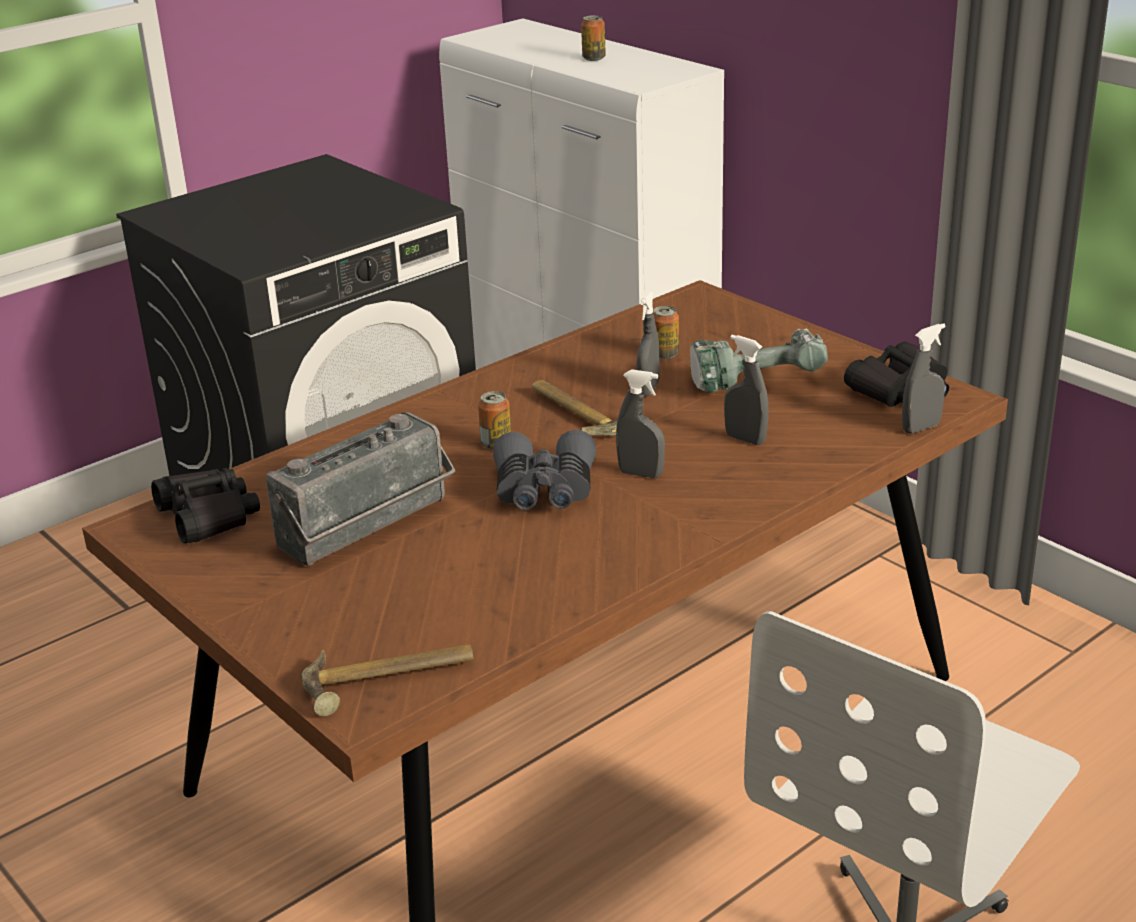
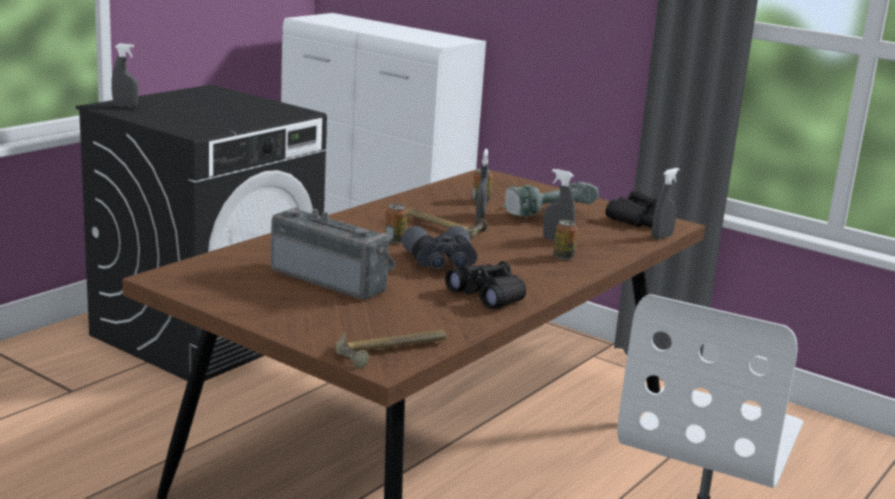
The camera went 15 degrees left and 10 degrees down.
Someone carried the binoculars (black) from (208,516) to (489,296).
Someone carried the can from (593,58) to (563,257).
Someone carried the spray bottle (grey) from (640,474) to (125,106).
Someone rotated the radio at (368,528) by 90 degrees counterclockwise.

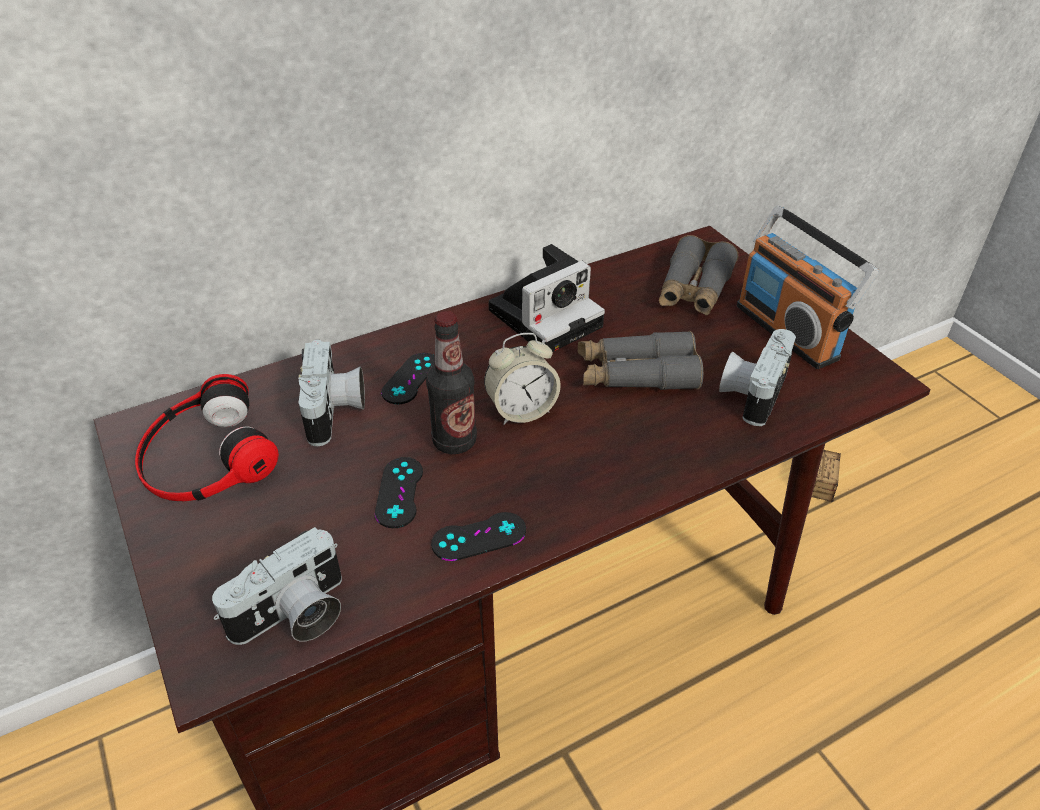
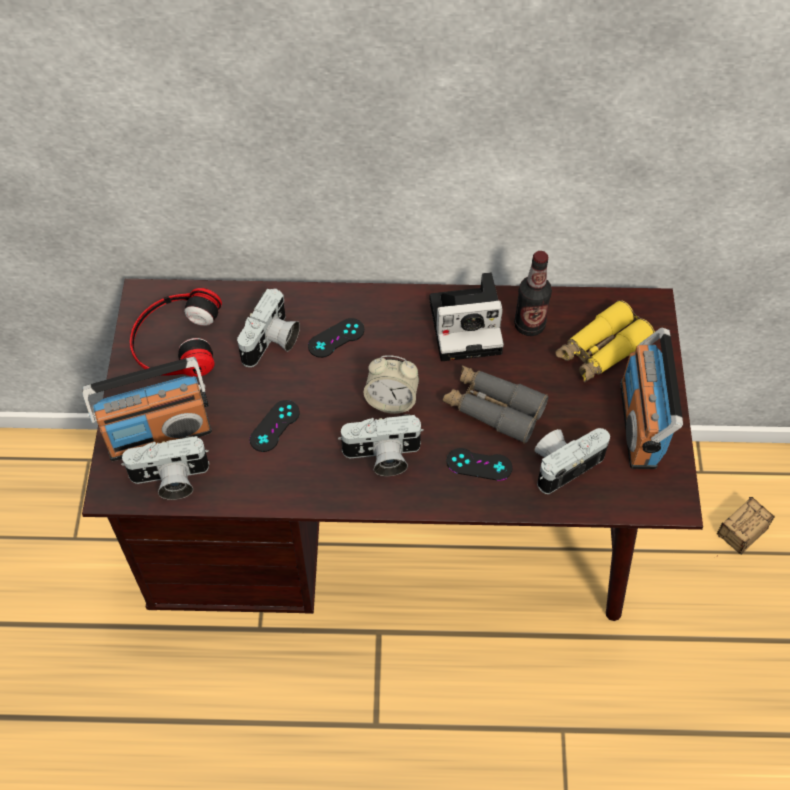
The camera went 30 degrees right and 15 degrees up.
Someone put down the radio at (158,435).
Someone put down the photo camera at (382,457).
Someone carried the bottle from (454,441) to (529,325).
Someone carried the game controller (black) from (479,537) to (479,464).
Someone repainted the binoculars (grey) at (694,289), which became the binoculars (yellow) at (601,350).

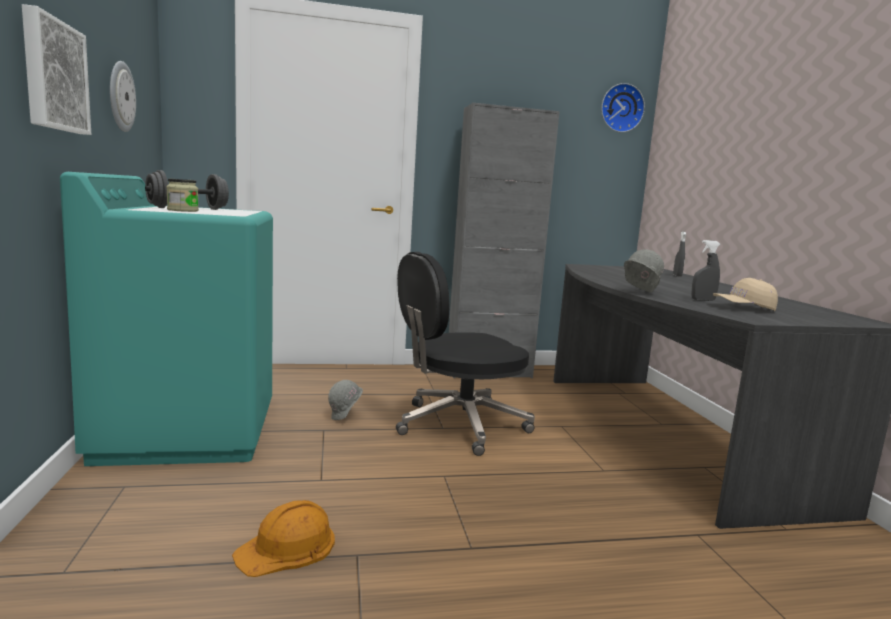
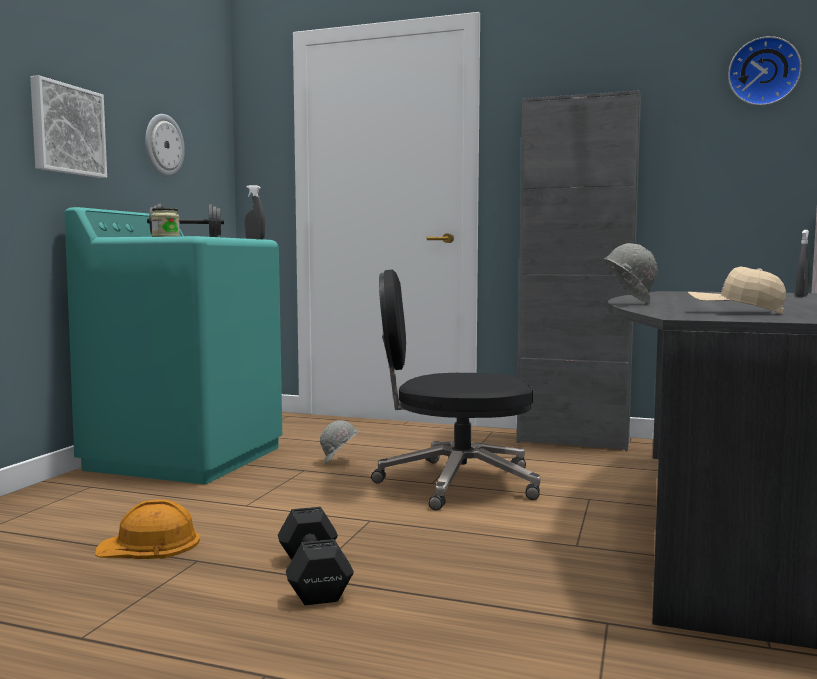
The camera went 30 degrees right and 5 degrees down.
Someone put down the dumbbell (black) at (312,579).
Someone carried the spray bottle (grey) from (702,300) to (255,239).

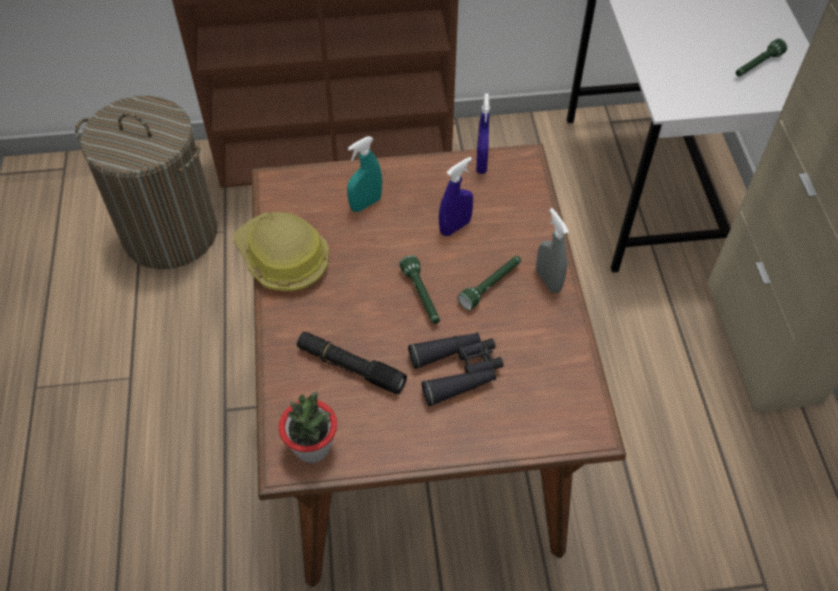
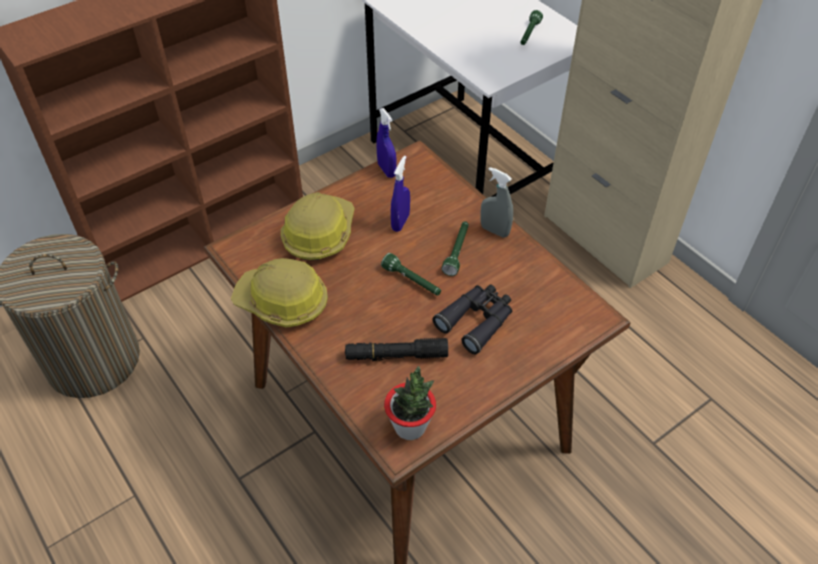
The camera went 30 degrees left and 5 degrees down.
Someone swapped the spray bottle (turquoise) at (365,204) for the hard hat at (319,234).

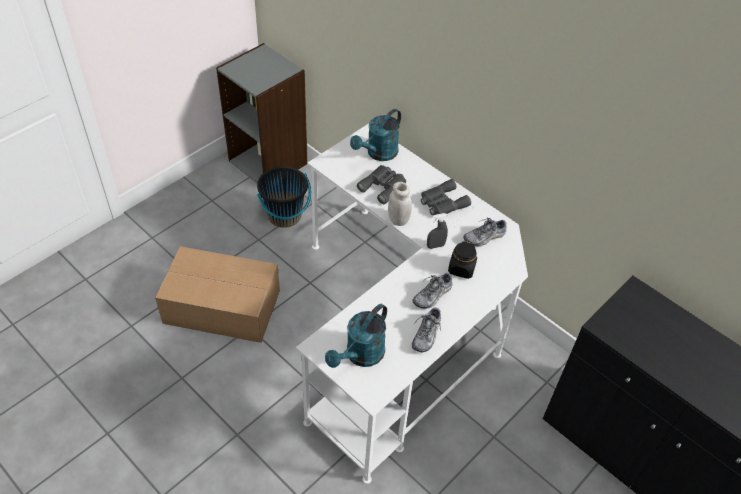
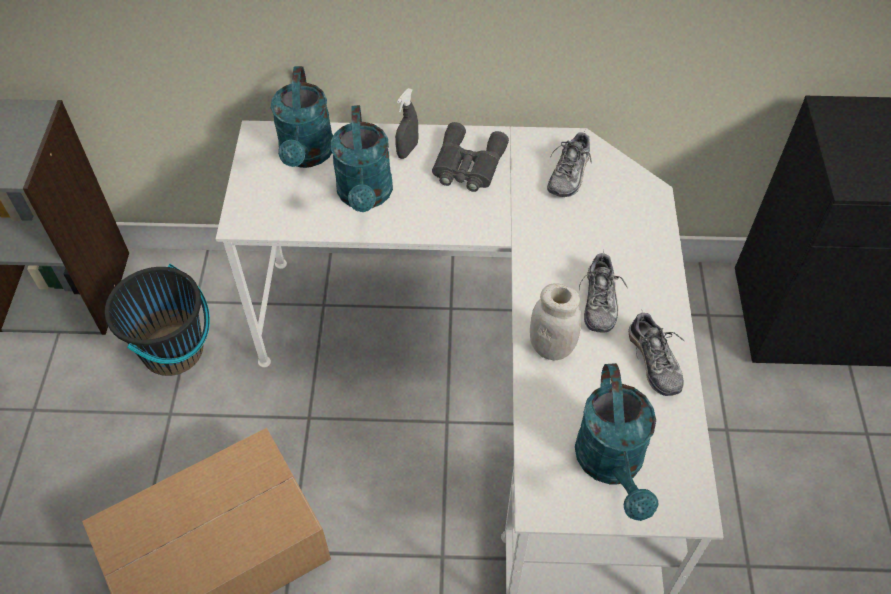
The camera went 40 degrees left and 5 degrees up.
Someone took away the jar (black) at (461,269).
Someone carried the jar (white) from (398,220) to (551,347).
Someone carried the spray bottle (grey) from (435,246) to (407,150).
Someone swapped the binoculars (grey) at (383,186) for the watering can (turquoise) at (365,196).

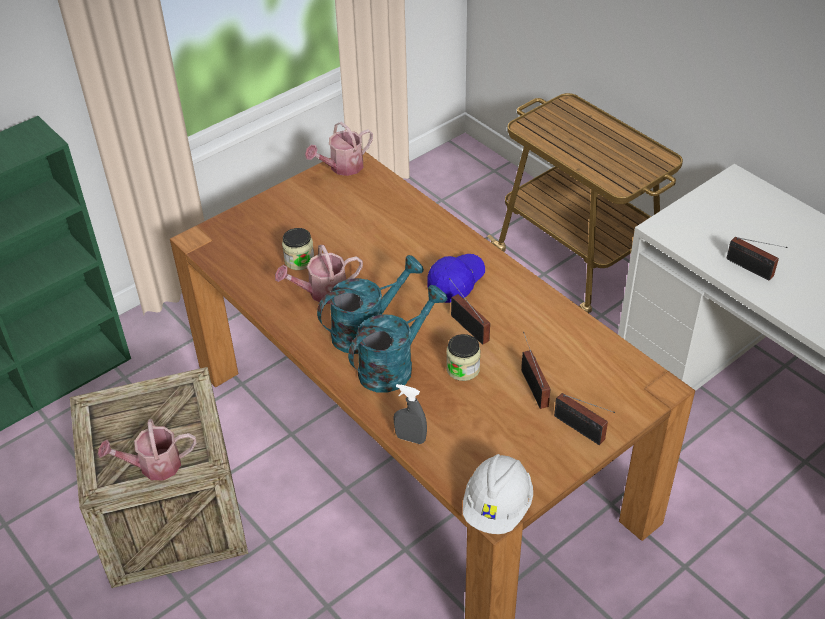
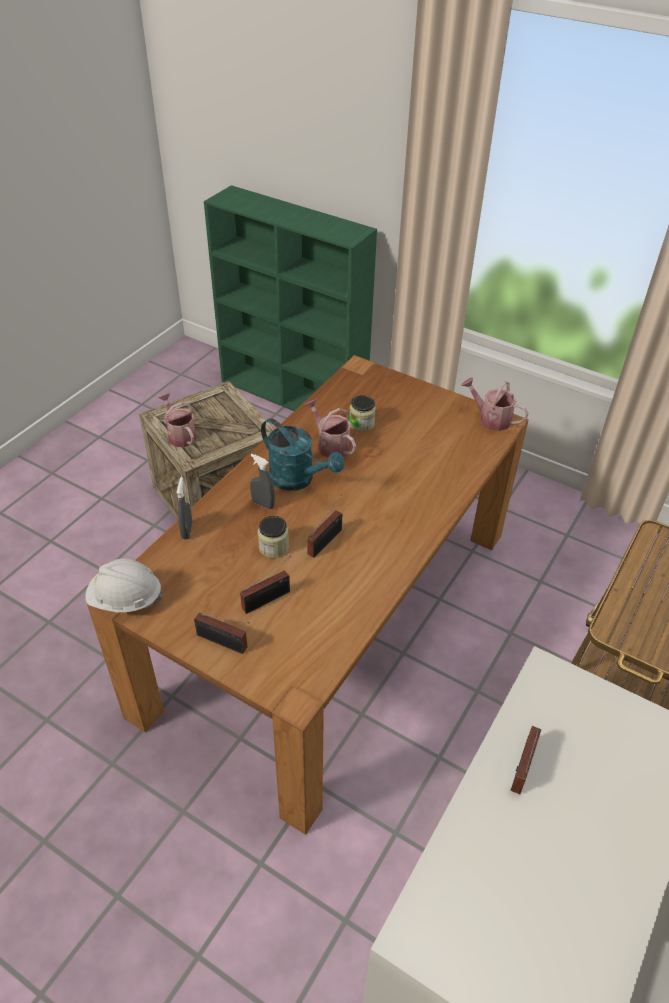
The camera went 70 degrees right and 0 degrees up.
Someone took away the cap (blue) at (456,283).
Someone swapped the watering can (turquoise) at (393,366) for the spray bottle (grey) at (263,504).
Someone rotated the radio at (581,430) by 90 degrees counterclockwise.

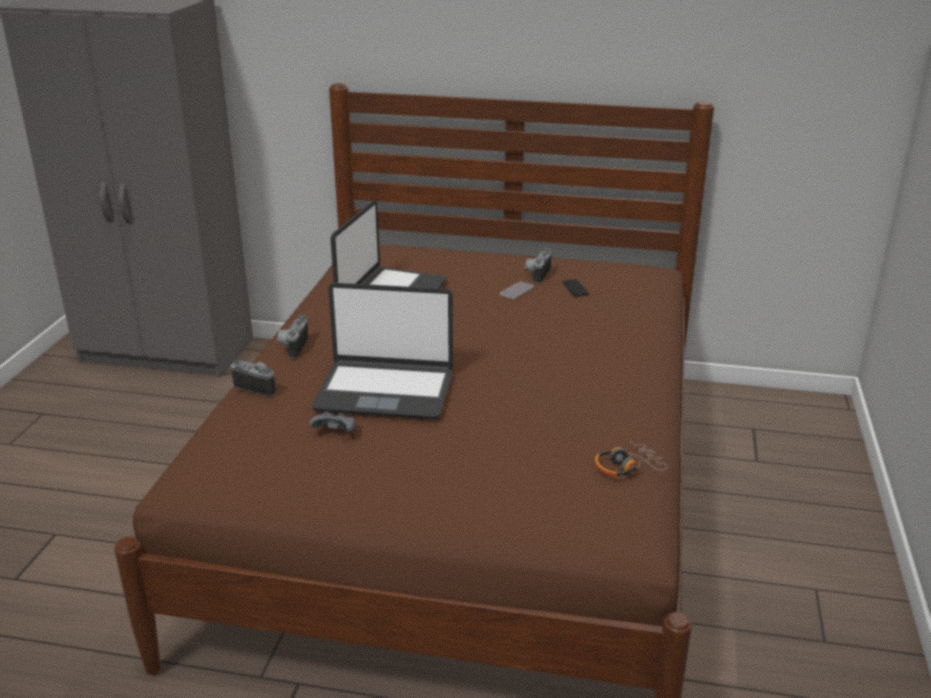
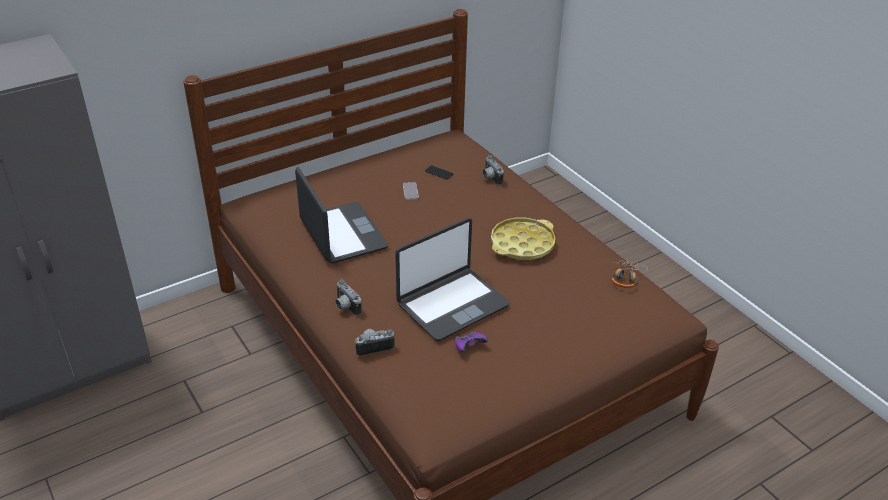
The camera went 45 degrees left and 10 degrees up.
Someone put down the tray (yellow) at (522,244).
Someone carried the photo camera from (536,274) to (490,178).
Someone repainted the game controller (grey) at (335,432), which became the game controller (purple) at (469,347).

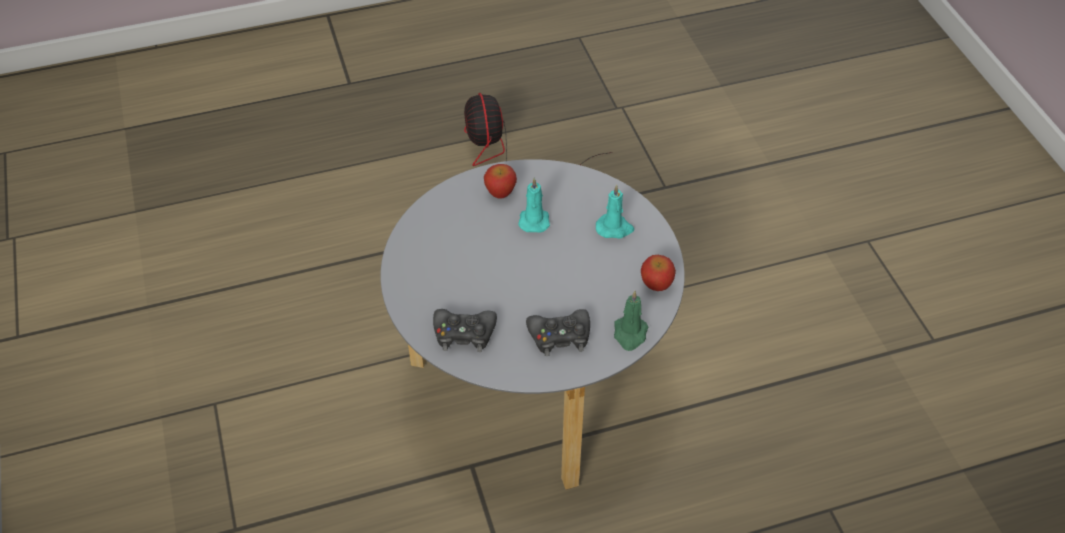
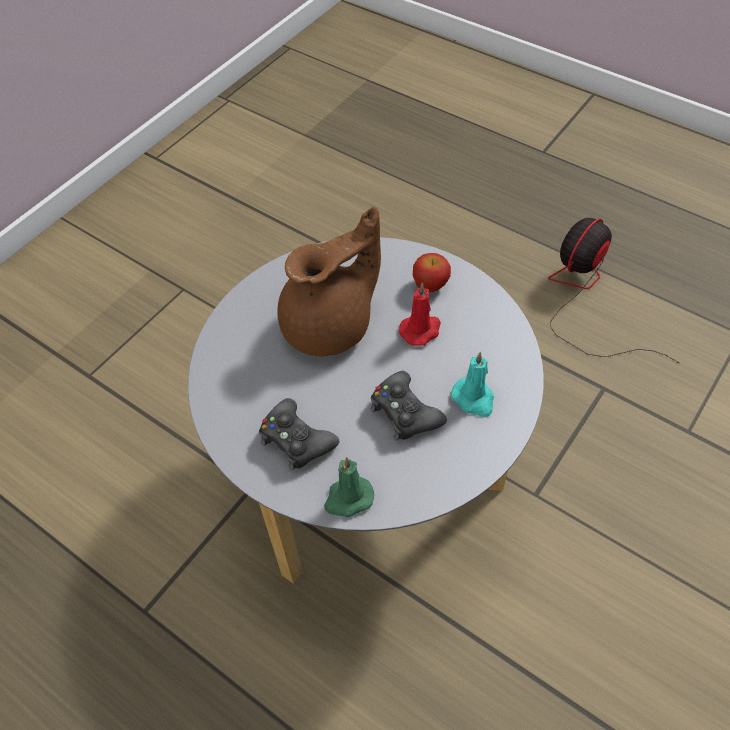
The camera went 55 degrees right and 5 degrees up.
Someone took away the apple at (656,284).
Someone put down the teapot (brown) at (331,325).
Someone carried the game controller (black) from (464,334) to (404,412).
Someone repainted the candle (turquoise) at (534,220), which became the candle (red) at (421,330).

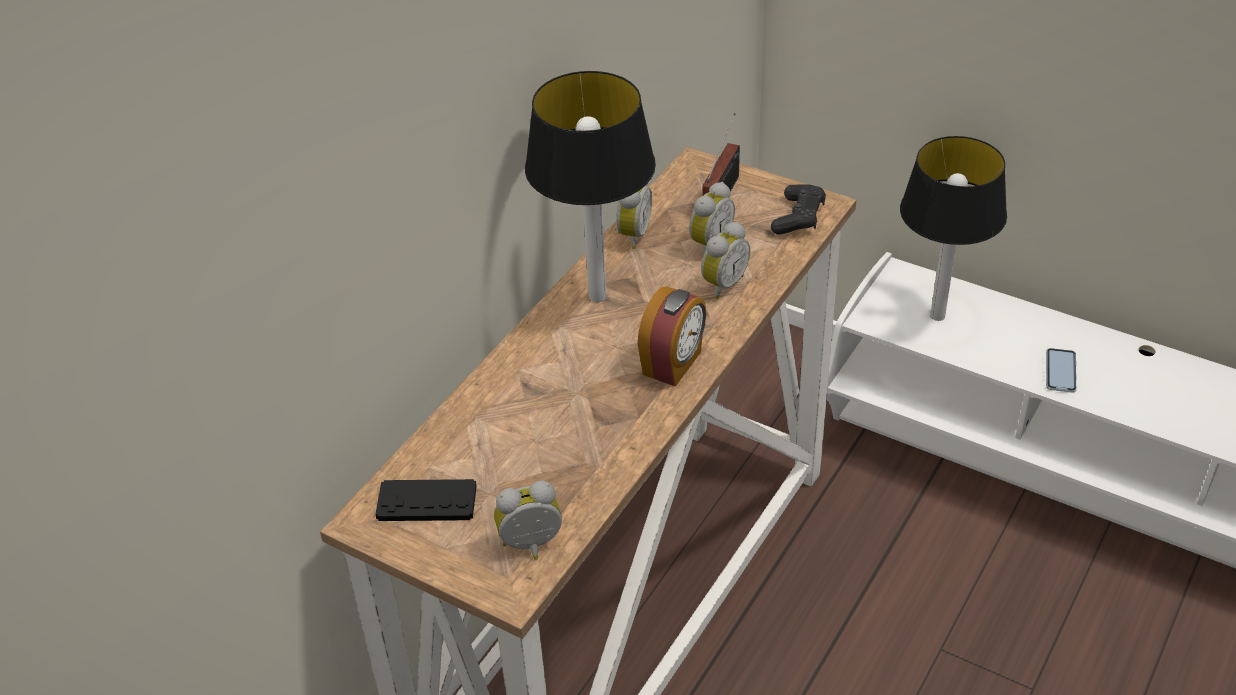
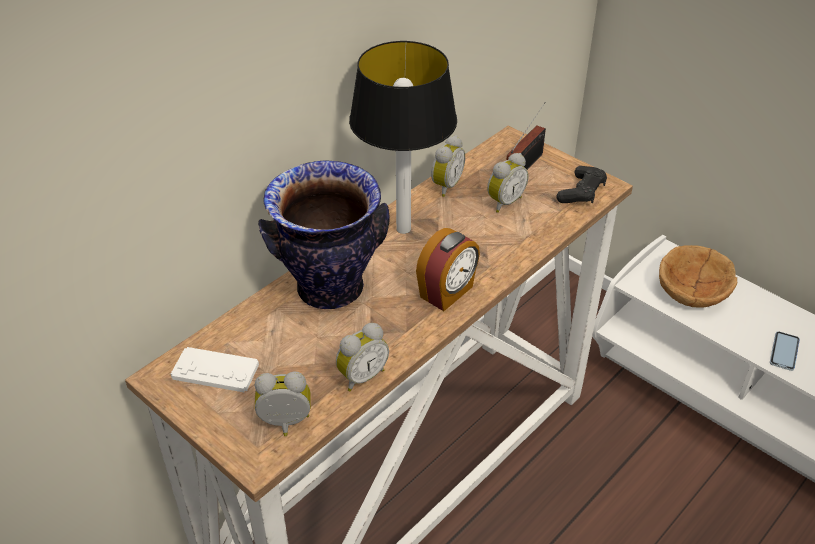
The camera went 10 degrees right and 0 degrees up.
Someone put down the vase at (330,288).
Someone carried the alarm clock from (722,284) to (361,376).
Someone swapped the table lamp at (938,316) for the bowl (brown) at (692,291).
Someone repainted the game controller (black) at (426,502), which became the game controller (white) at (215,371).

